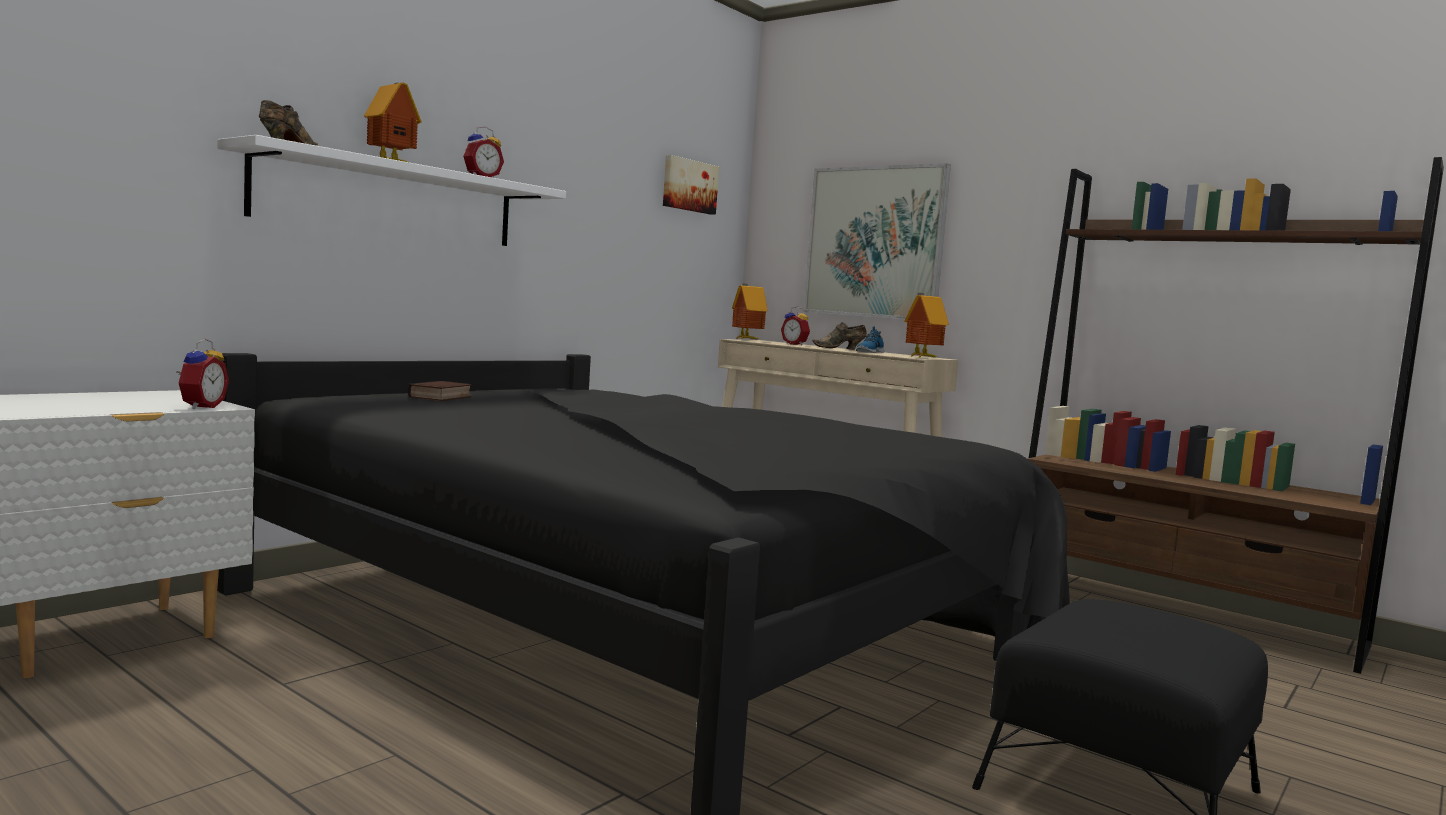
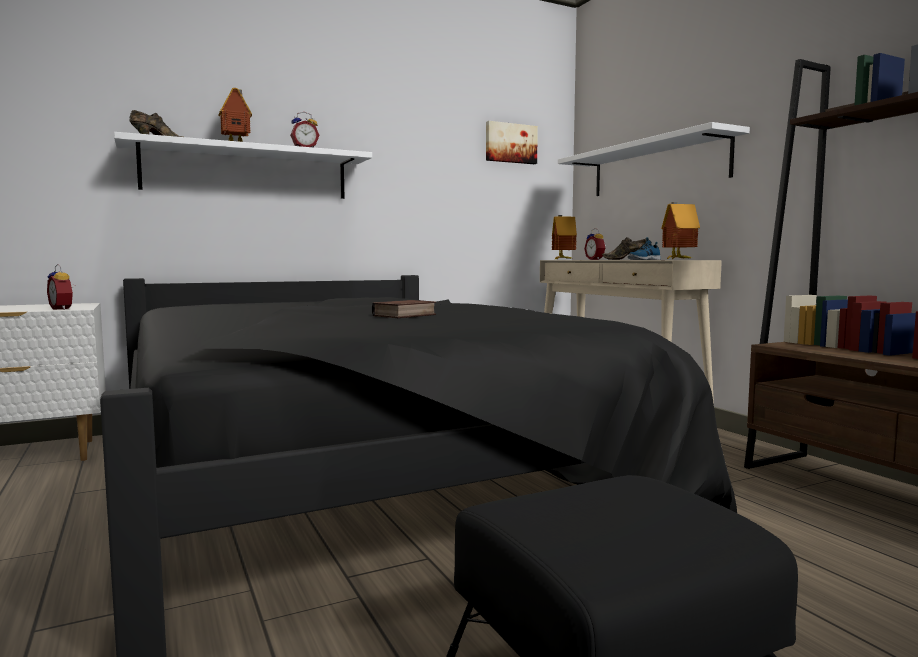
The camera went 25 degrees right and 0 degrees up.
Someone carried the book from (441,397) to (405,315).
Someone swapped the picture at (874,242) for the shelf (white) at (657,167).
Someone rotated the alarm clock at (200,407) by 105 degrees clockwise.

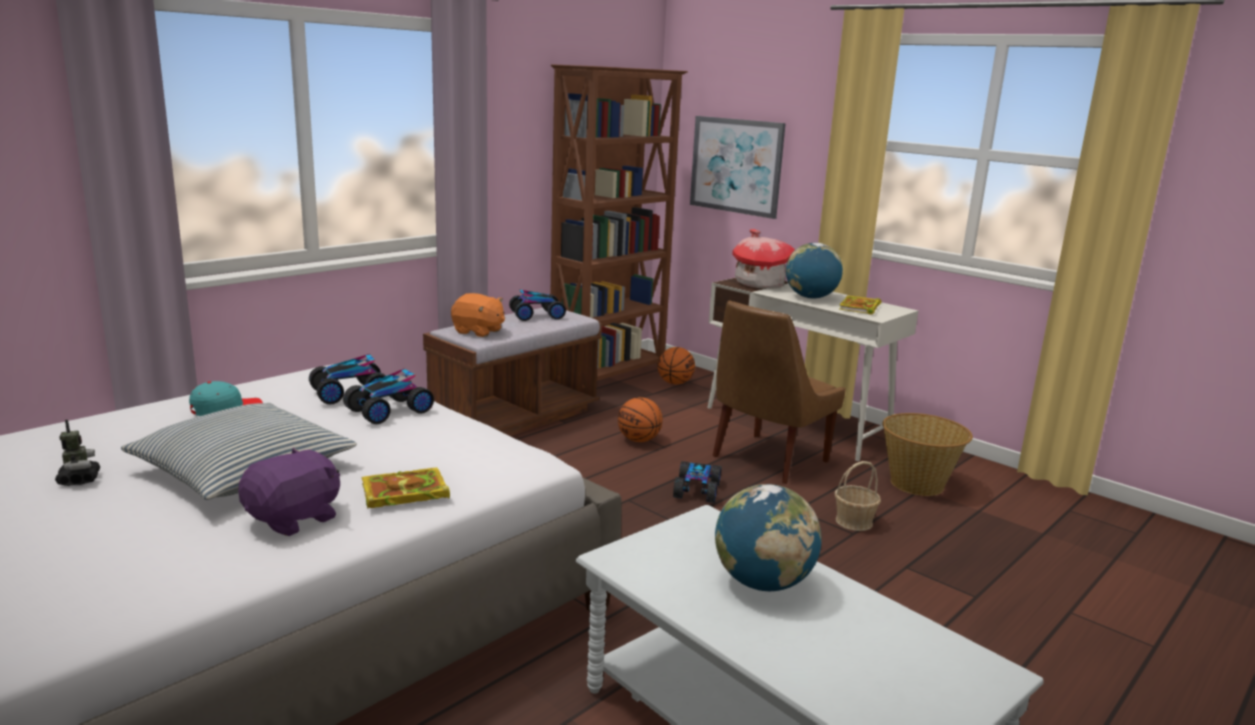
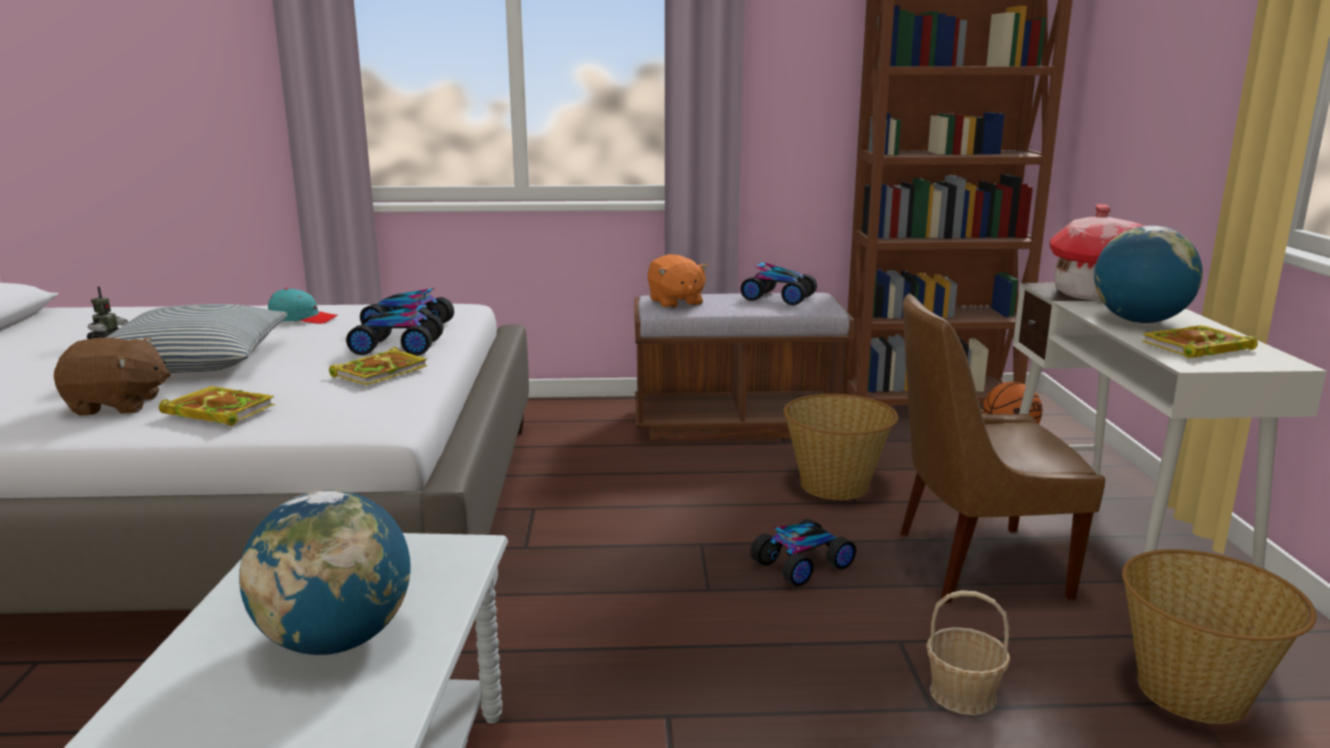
The camera went 45 degrees right and 0 degrees up.
Someone took away the picture at (736,166).
Someone put down the book at (381,371).
Someone swapped the basketball at (639,440) for the basket at (836,485).
Someone repainted the plush toy (purple) at (294,519), which became the plush toy (brown) at (117,405).

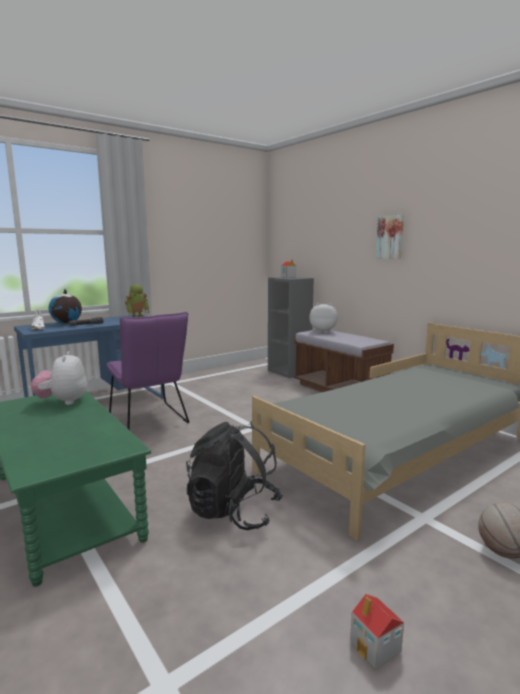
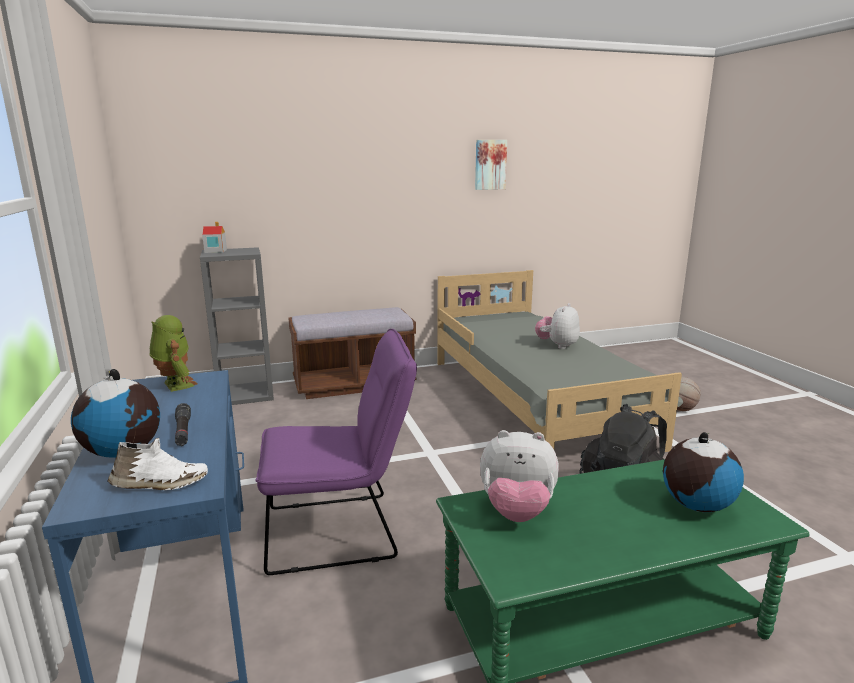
The camera went 70 degrees left and 5 degrees up.
Someone took away the toy house at (376,647).
Someone put down the globe at (696,505).
Someone carried the plush toy from (323,331) to (557,345).
Someone carried the picture from (390,237) to (490,164).

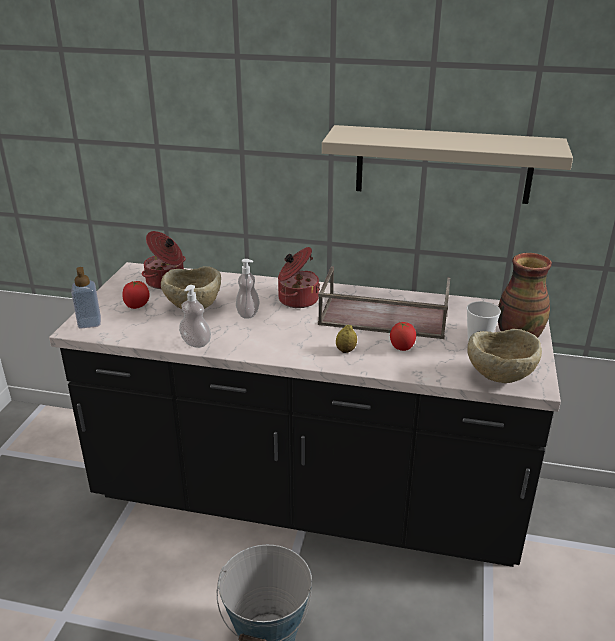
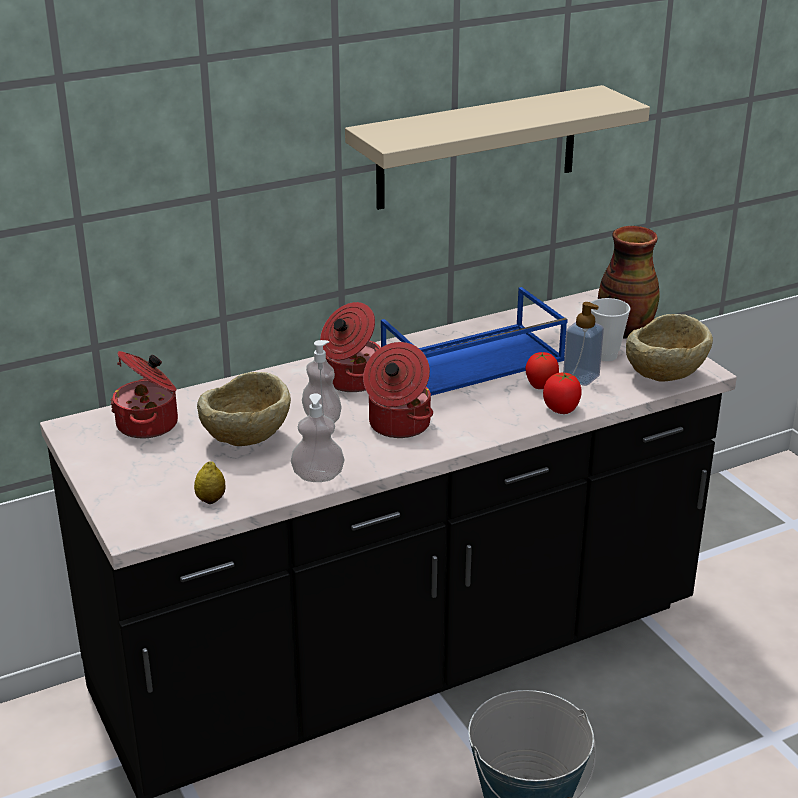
The camera went 40 degrees left and 0 degrees up.
Someone put down the cooking pot at (398,425).
Someone carried the soap dispenser from (89,323) to (581,377).
Someone carried the tomato from (137,306) to (561,409).
Someone carried the lemon from (346,350) to (211,500).
Someone repainted the tray (brown) at (382,317), which became the tray (blue) at (471,362).

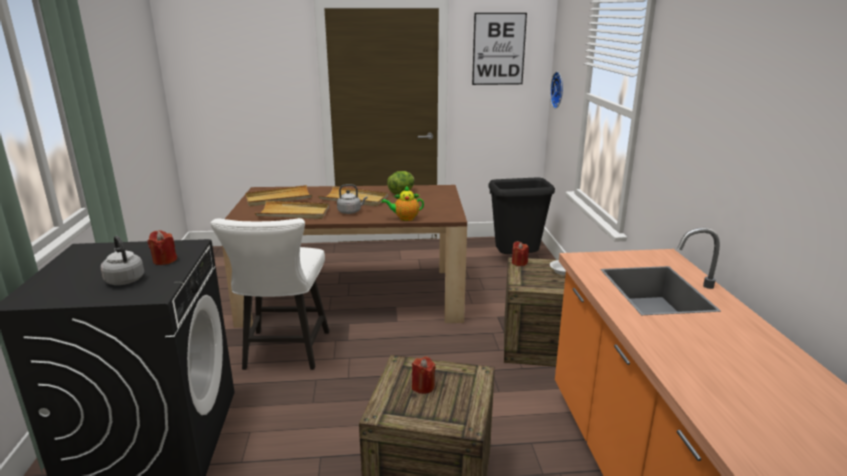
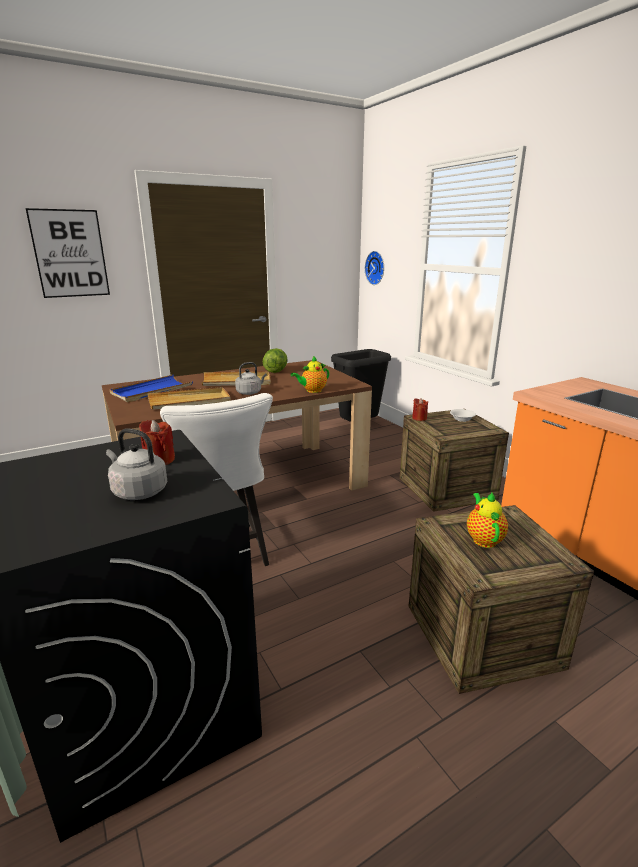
The camera went 25 degrees left and 0 degrees up.
Someone carried the picture from (498,49) to (70,254).
Someone swapped the candle (red) at (423,386) for the teapot at (483,539).
Someone repainted the tray (beige) at (278,198), which became the tray (blue) at (152,391).

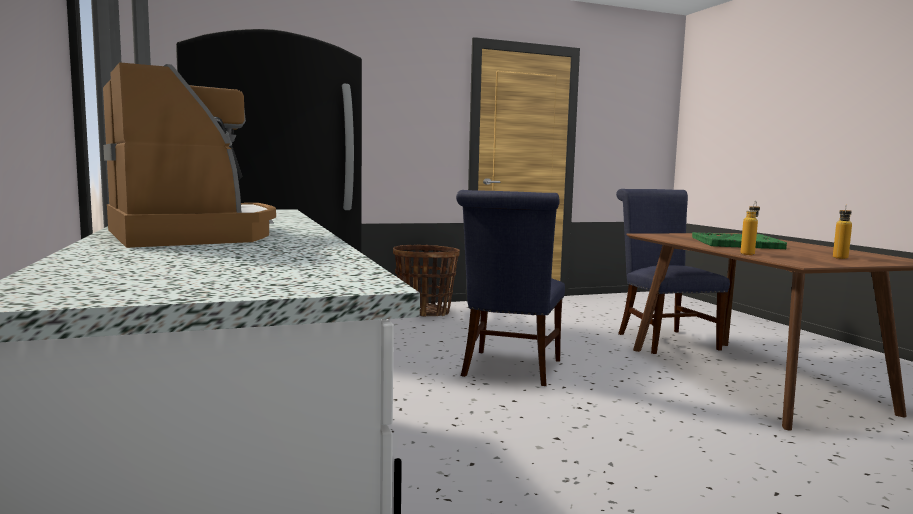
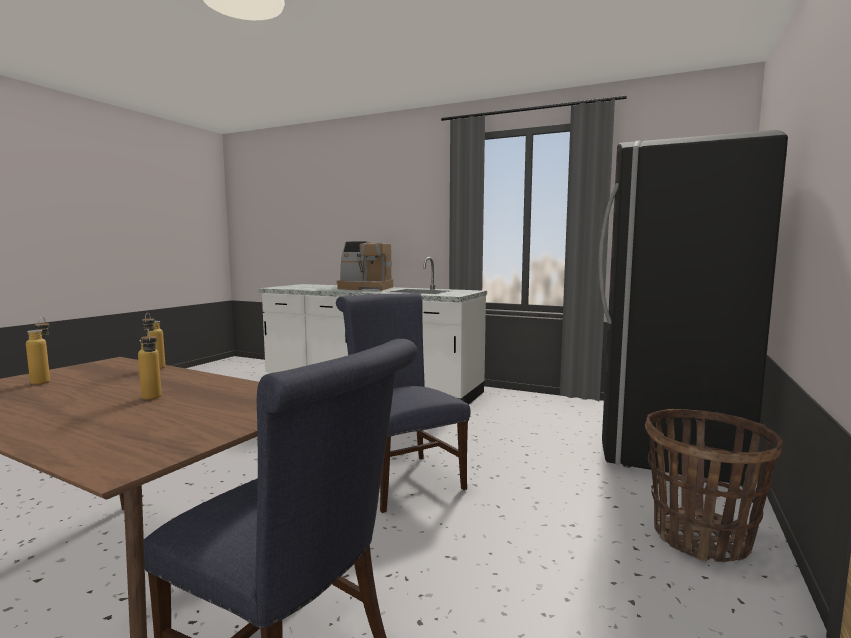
The camera went 135 degrees right and 0 degrees up.
Someone swapped the tray (green) at (736,243) for the bottle at (152,399).

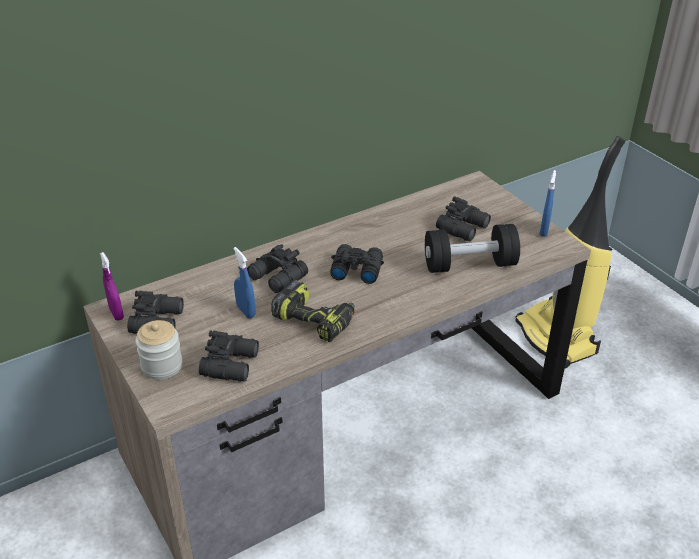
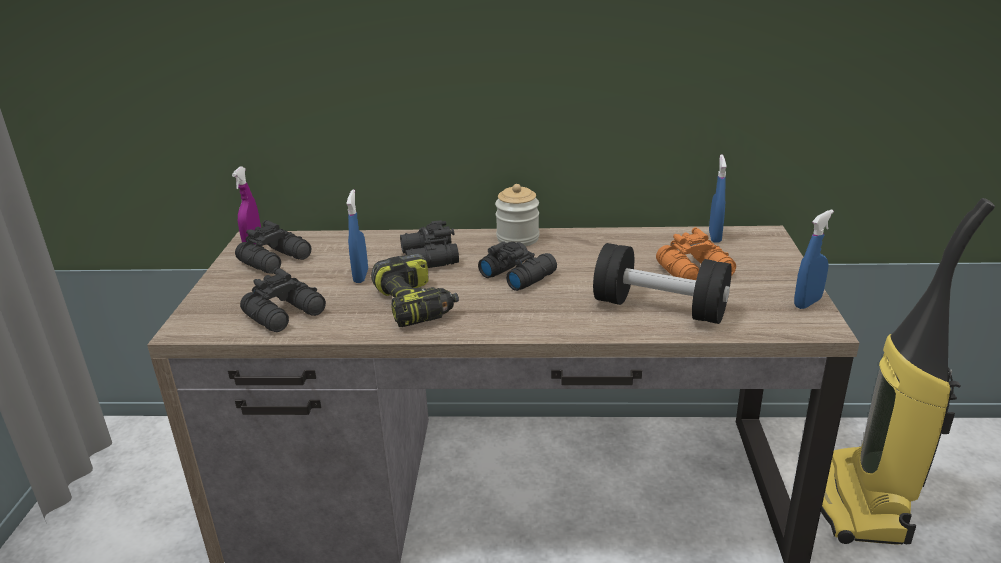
The camera went 35 degrees right and 10 degrees down.
Someone put down the spray bottle (blue) at (715,237).
Someone carried the jar from (162,366) to (518,239).
Someone repainted the binoculars (black) at (464,228), which became the binoculars (orange) at (696,272).

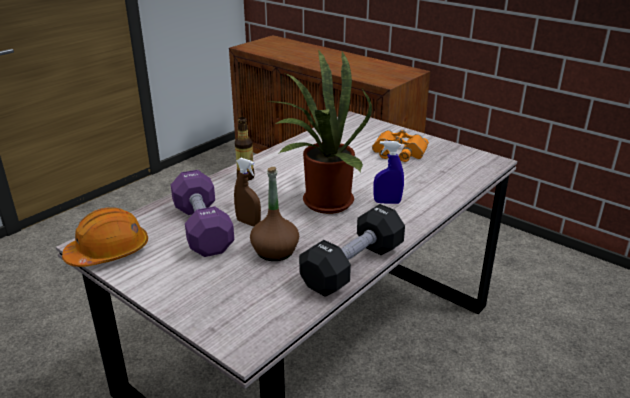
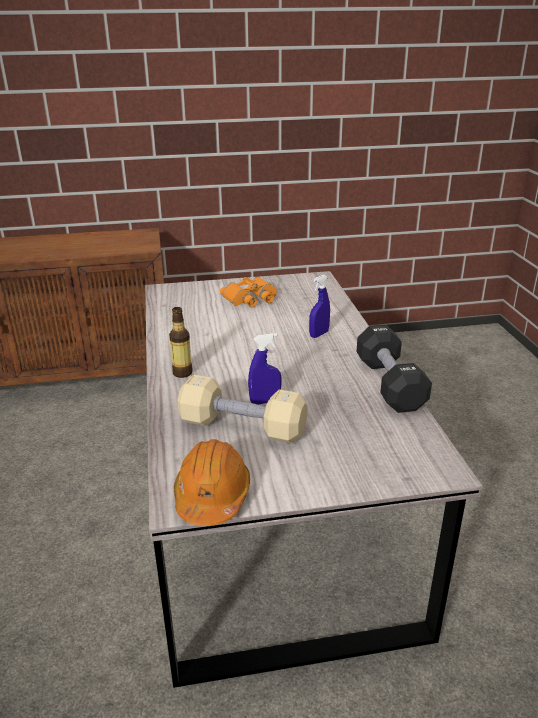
The camera went 50 degrees left and 0 degrees up.
Someone took away the bottle (brown) at (275,251).
Someone took away the potted plant at (322,202).
Someone repainted the dumbbell (purple) at (202,228), which became the dumbbell (beige) at (242,427).
Someone repainted the spray bottle (brown) at (248,222), which became the spray bottle (blue) at (265,401).

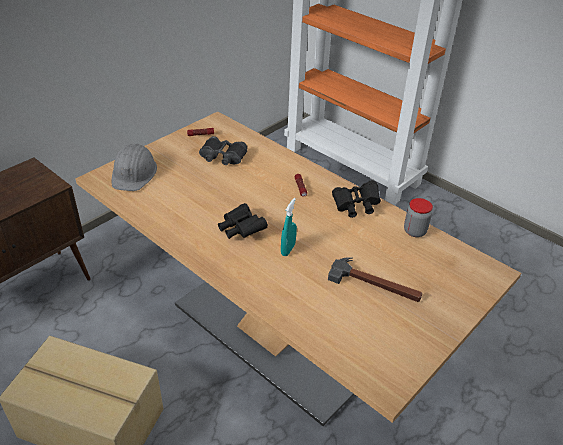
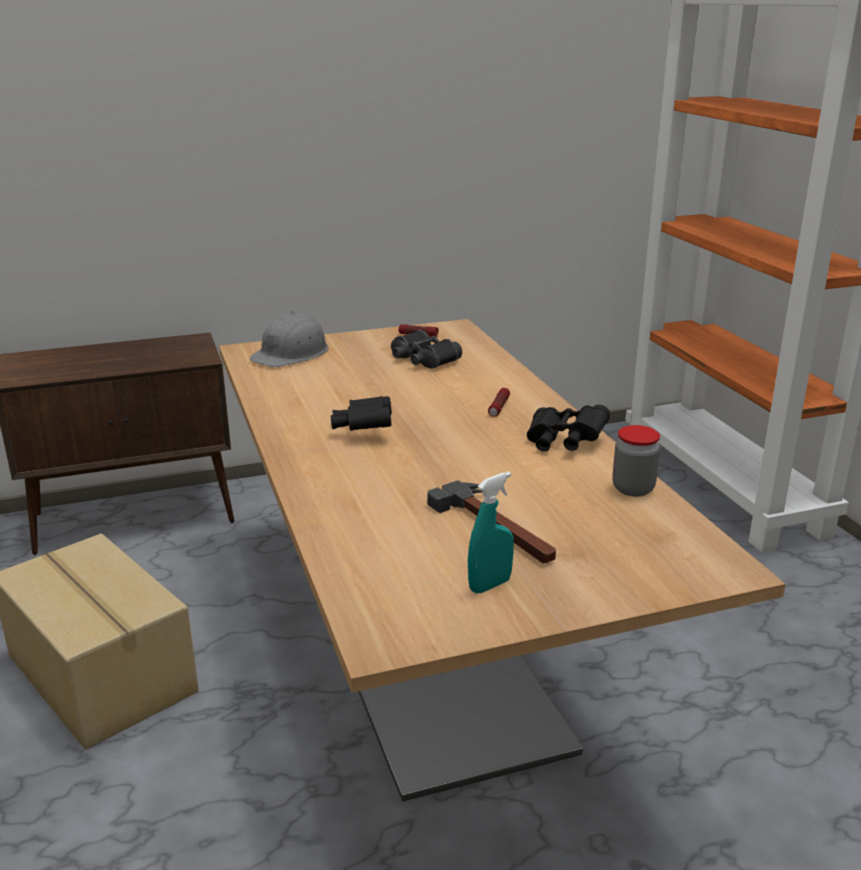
The camera went 30 degrees right and 15 degrees down.
Someone carried the spray bottle (turquoise) from (288,250) to (490,585).

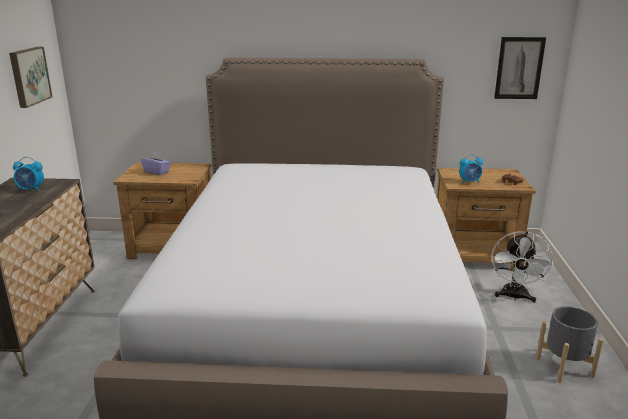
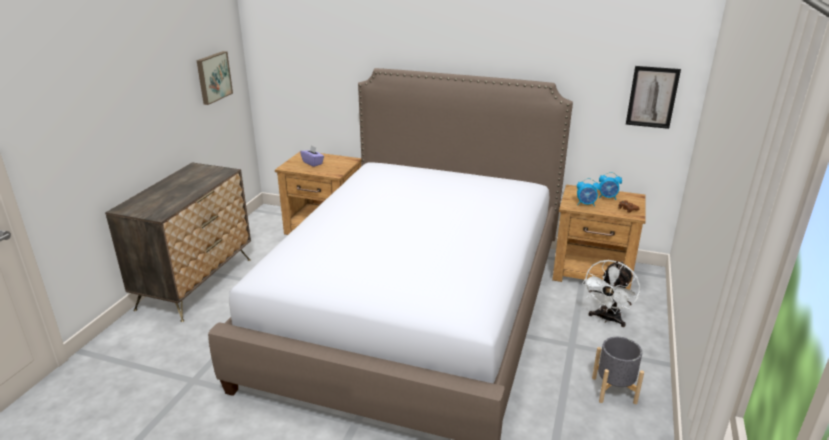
The camera went 15 degrees right and 5 degrees up.
Someone carried the alarm clock from (31,190) to (607,197).

